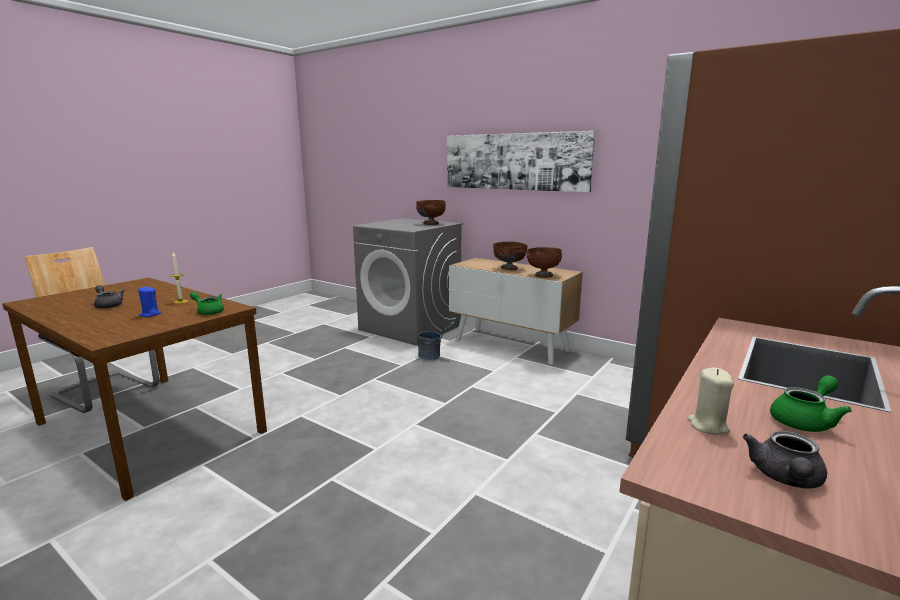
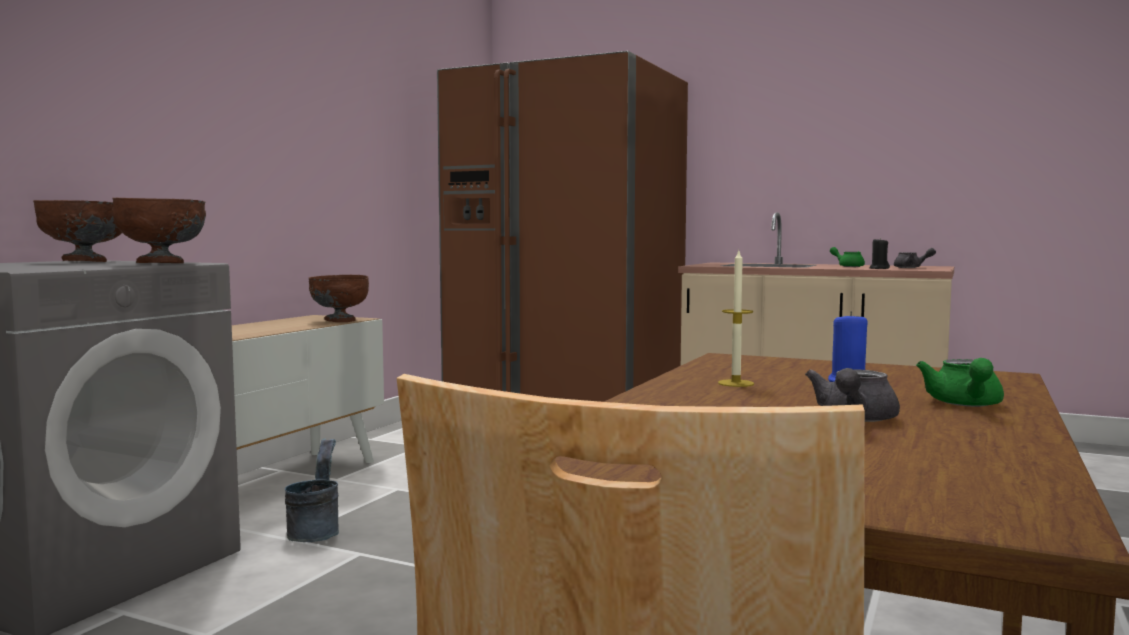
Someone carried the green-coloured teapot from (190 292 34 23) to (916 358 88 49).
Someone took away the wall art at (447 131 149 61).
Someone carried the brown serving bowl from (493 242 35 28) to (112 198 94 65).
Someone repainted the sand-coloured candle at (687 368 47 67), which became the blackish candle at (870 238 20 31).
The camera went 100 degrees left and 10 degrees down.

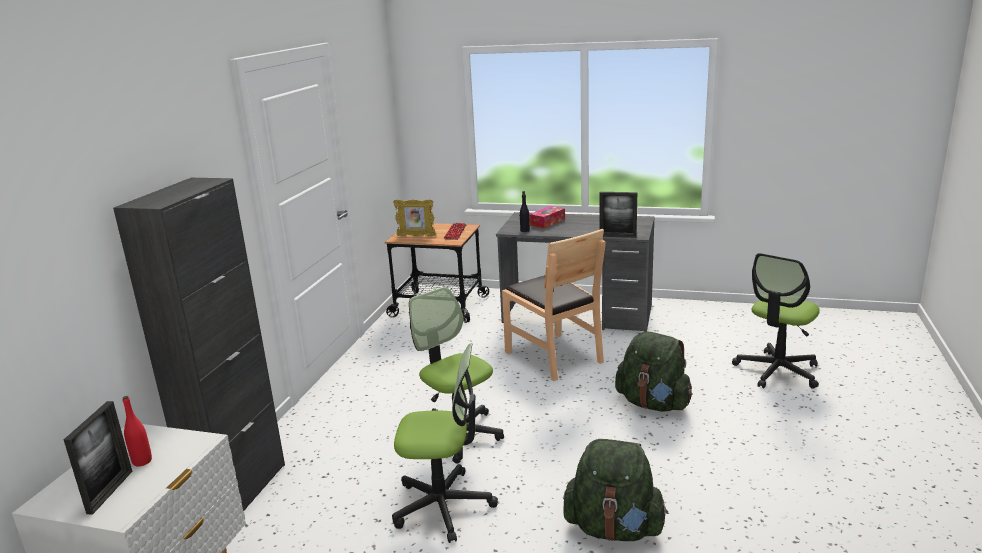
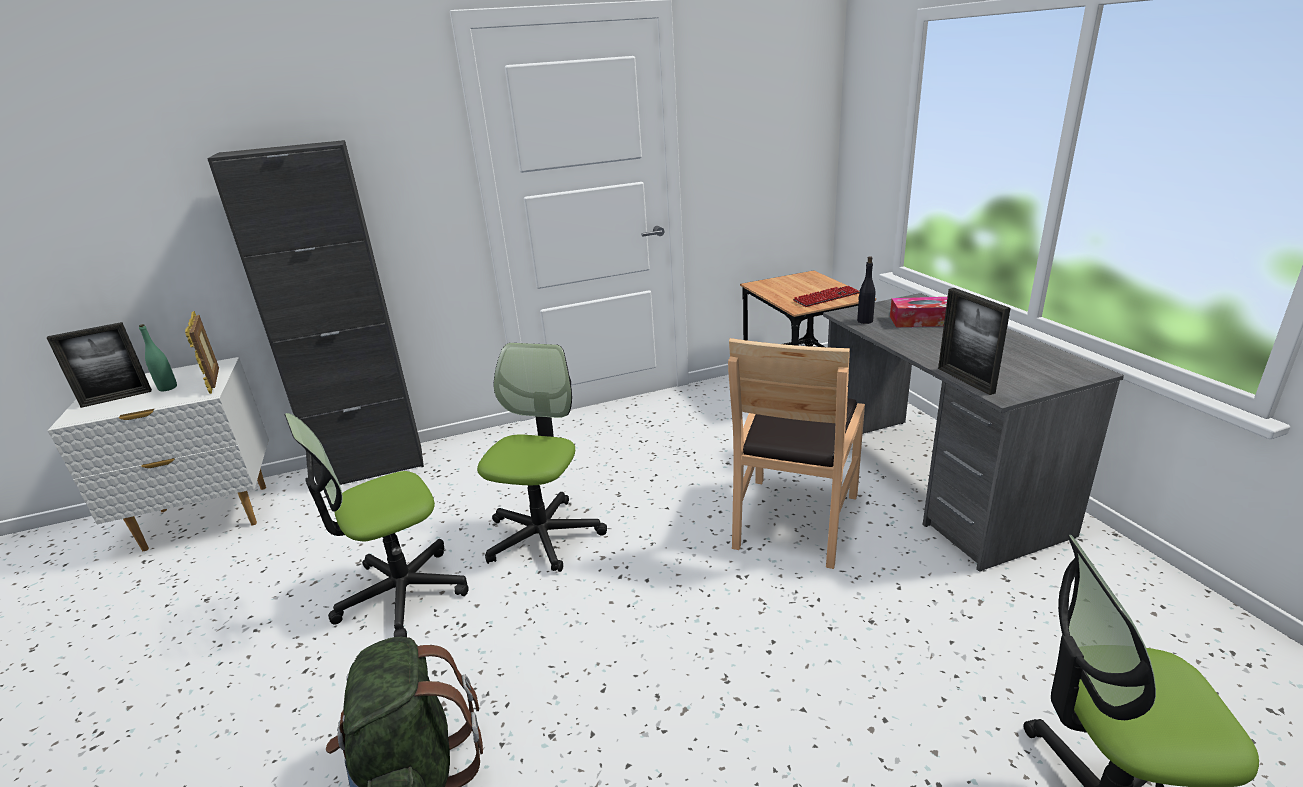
Someone repainted the reddish bottle at (123 396 29 70), which became the green-coloured bottle at (139 324 38 67).
Someone rotated the desk chair at (392 343 106 200) by 90 degrees clockwise.
Someone carried the standing frame from (393 200 43 36) to (185 311 34 83).
Someone took away the green-coloured backpack at (615 332 78 80).
The camera went 55 degrees right and 5 degrees up.

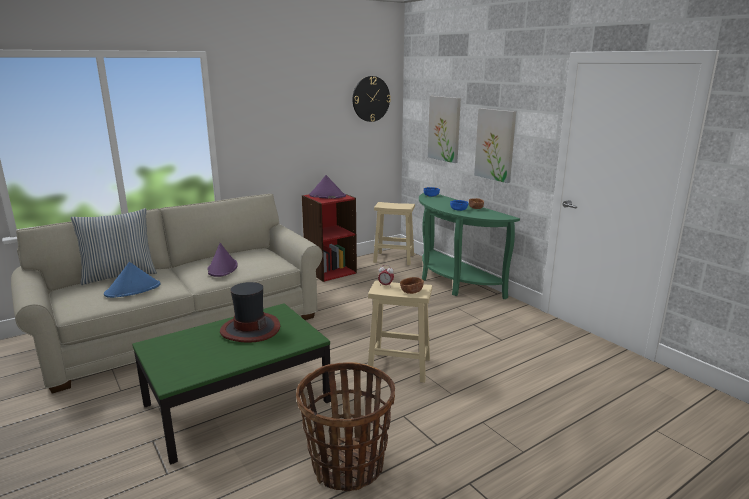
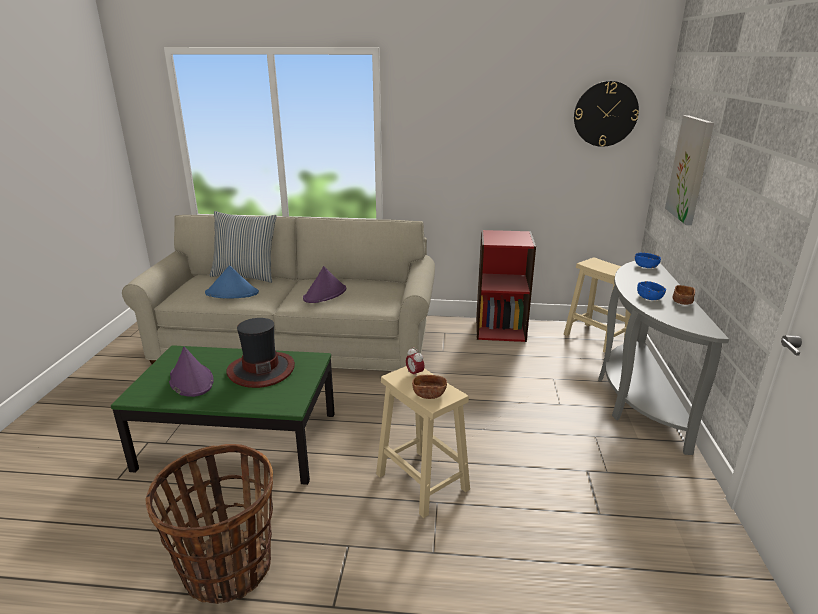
Someone carried the purplish hat from (309 175 37 23) to (169 347 45 50).
Someone repainted the green-coloured console table at (419 193 101 106), which became the gray console table at (598 261 131 194).
Someone took away the wall art at (474 108 42 75).
The camera went 40 degrees right and 5 degrees up.

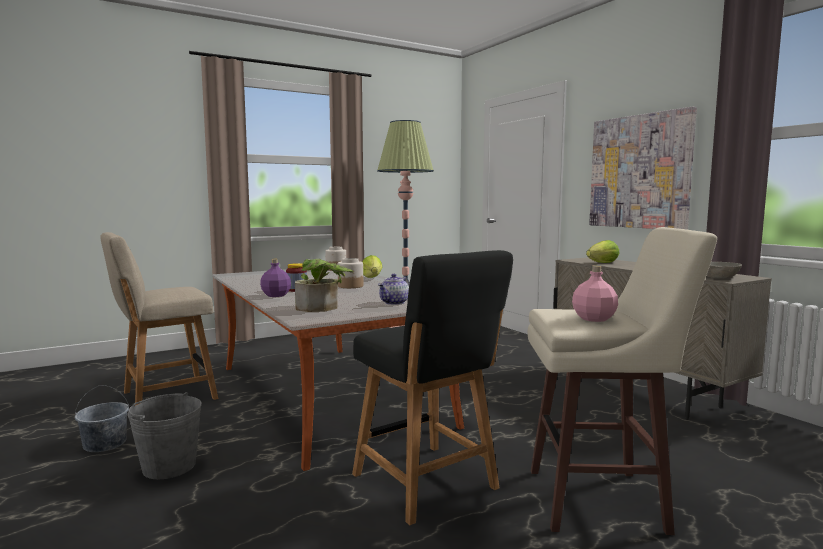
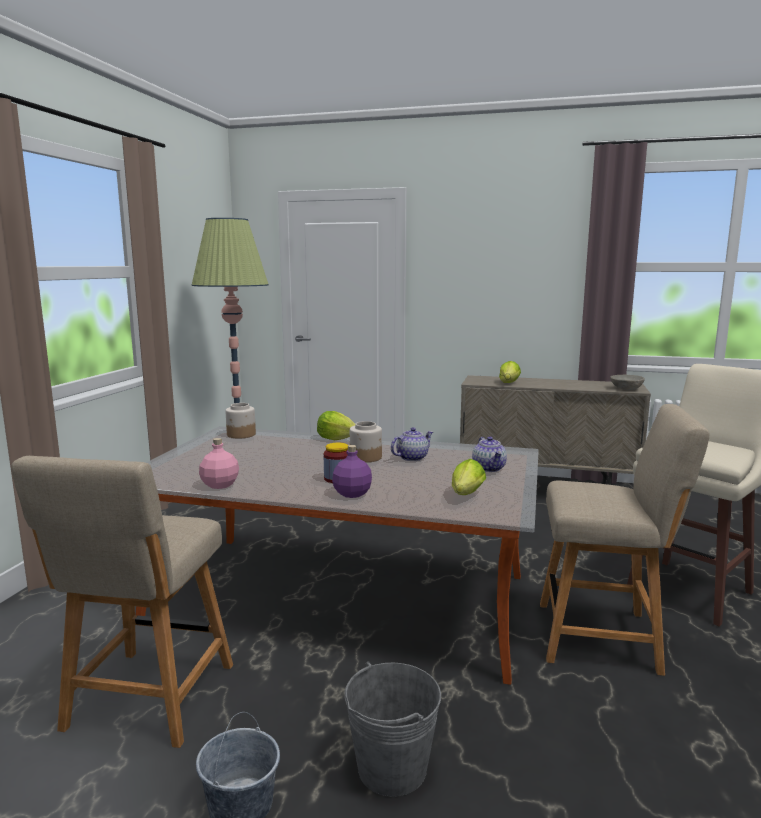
Someone swapped the potted plant at (295 259 59 53) for the lettuce head at (452 459 34 36).
Someone repainted the blackish upright chair at (352 250 161 275), which became the sand-coloured upright chair at (540 404 170 272).
Someone carried the pink-coloured bottle from (572 265 46 57) to (199 438 40 51).
Someone took away the wall art at (589 106 108 124).
Someone put down the teapot at (391 427 42 34).
The camera went 45 degrees left and 5 degrees up.

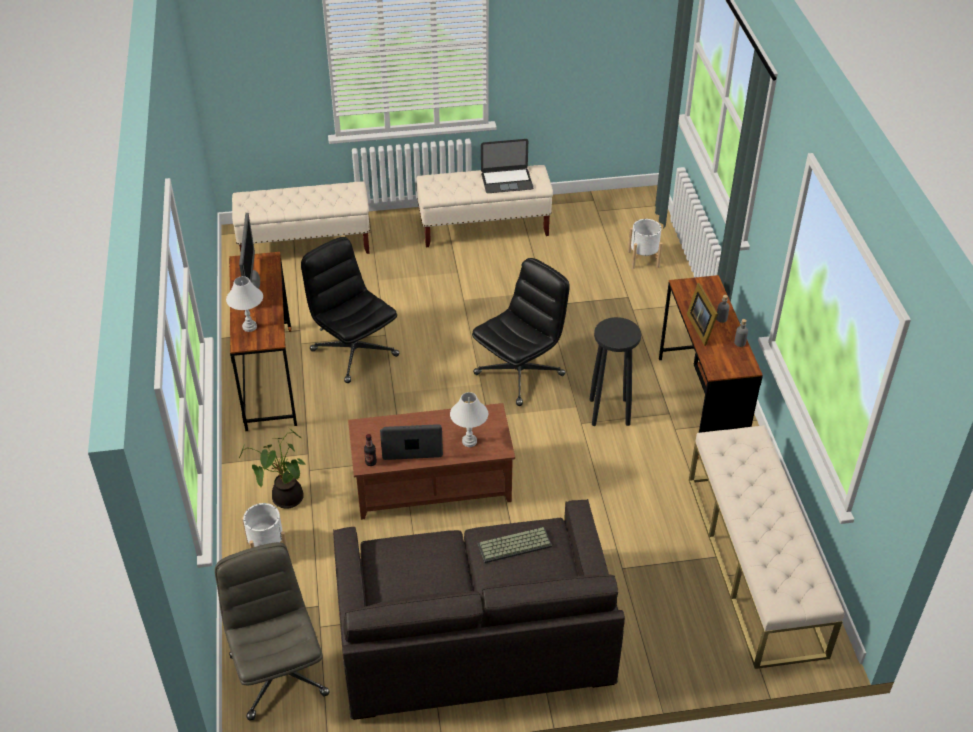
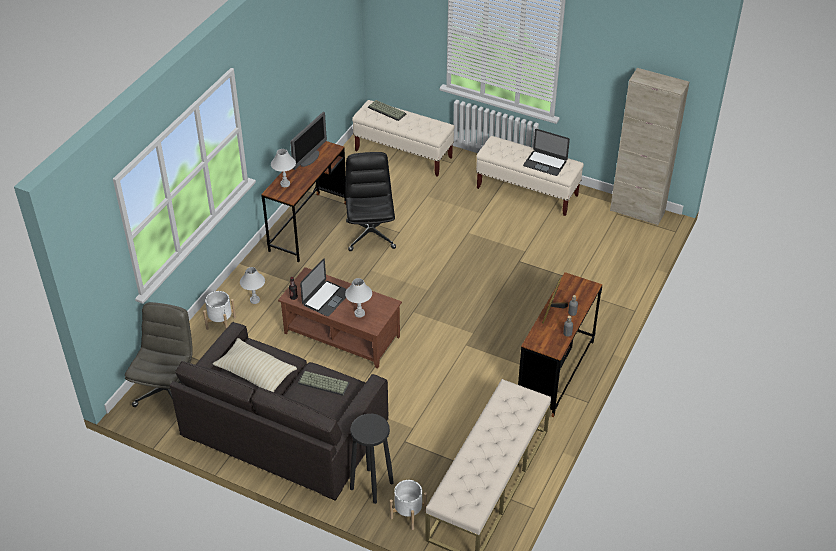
Someone swapped the potted plant at (239 428 67 81) for the white-coloured lamp for a table at (240 267 25 37).
Someone rotated the laptop at (380 424 63 36) by 90 degrees clockwise.
Someone took away the blackish desk chair at (472 258 98 148).
Someone carried the blackish stool from (589 317 52 109) to (350 414 44 90).
Someone carried the white-coloured planter from (628 219 35 50) to (390 480 37 50).
Someone put down the sand-coloured cushion at (213 338 84 54).
Someone put down the computer keyboard at (368 100 38 21).
Someone put down the sand-coloured storage cabinet at (610 68 79 158).
The camera went 35 degrees right and 0 degrees up.

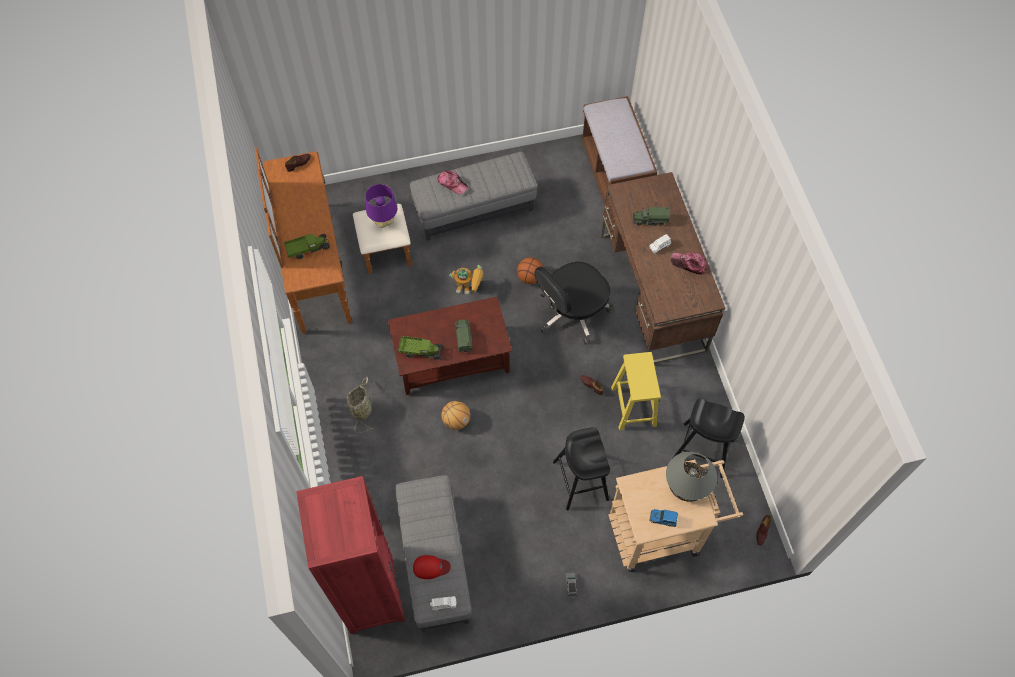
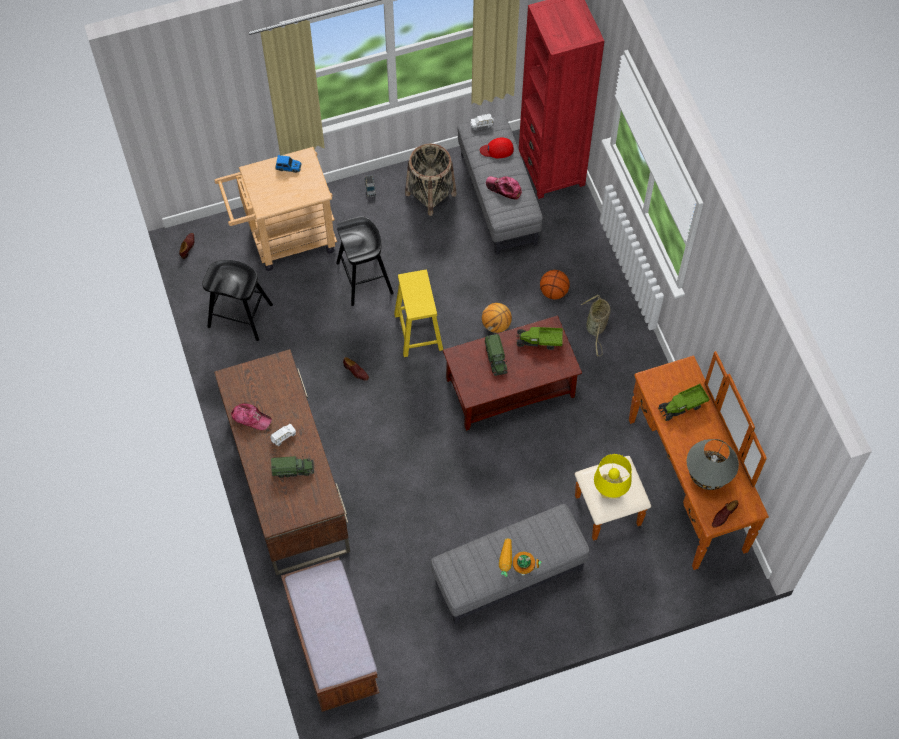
Someone repainted the purplish lamp for a table at (365 184 32 44), which became the yellow-coloured lamp for a table at (594 454 38 45).
Someone carried the baseball cap from (437 171 31 23) to (486 176 36 24).
Someone carried the robot figure from (449 265 34 30) to (499 538 43 39).
Someone carried the ball for basketball from (517 257 26 27) to (540 270 30 29).
Someone took away the blackish desk chair at (534 262 79 83).
Someone carried the yellow-coloured stool from (611 352 50 79) to (394 270 49 87).
Someone carried the gray lamp for a table from (666 452 51 50) to (687 439 52 51).
Someone put down the household basket at (405 144 52 72).
The camera went 175 degrees right and 0 degrees up.

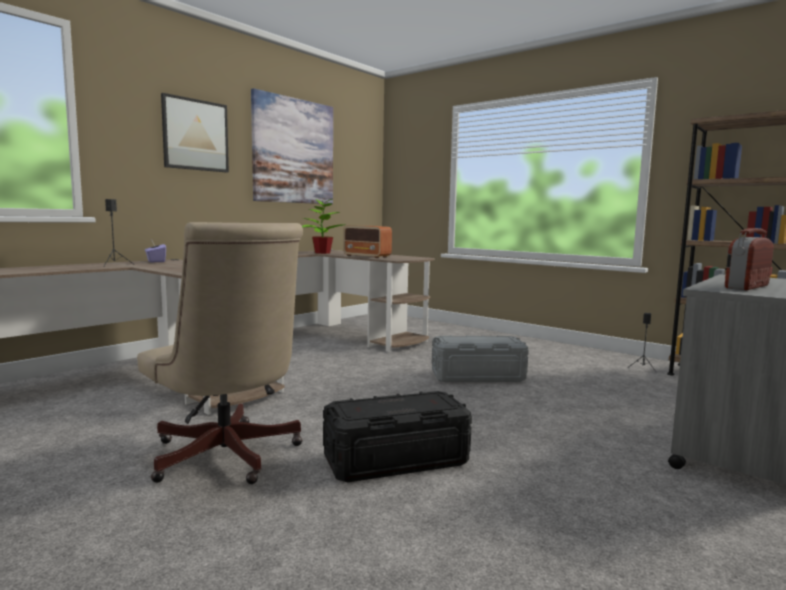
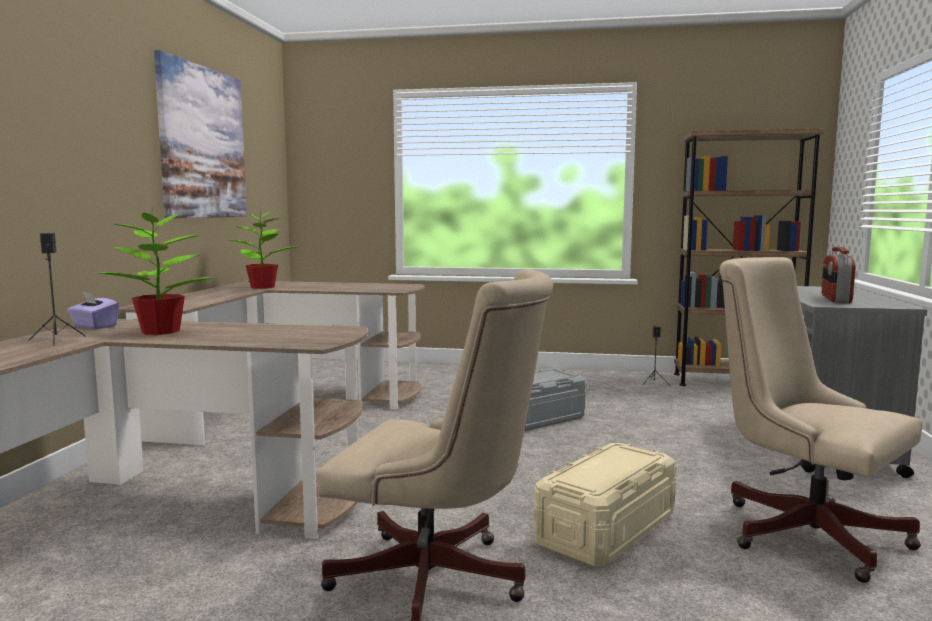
Someone took away the wall art at (161 93 68 80).
Someone repainted the blackish storage container at (323 391 149 91), which became the sand-coloured storage container at (534 443 142 124).
Someone took away the radio at (343 226 49 32).
Someone put down the potted plant at (98 207 114 128).
Someone put down the sand-coloured desk chair at (719 257 204 326).
The camera went 30 degrees left and 0 degrees up.

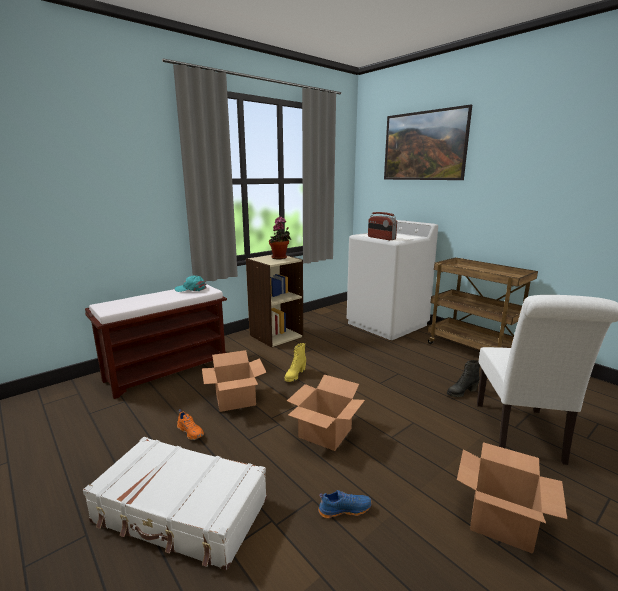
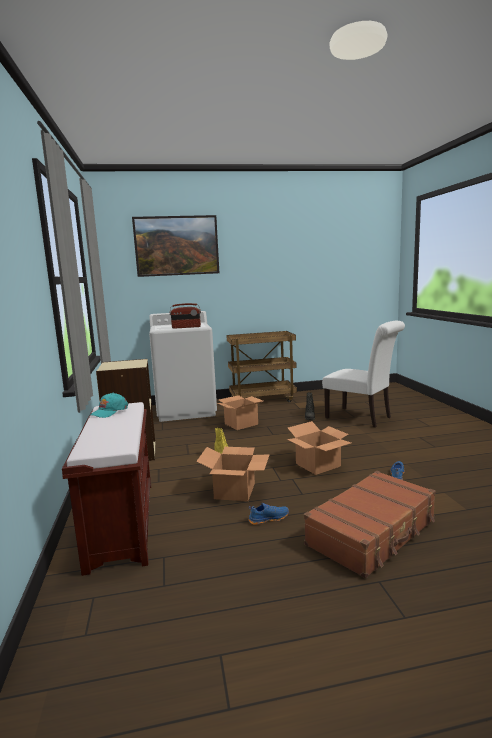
Someone repainted the white-coloured piece of luggage at (83 437 184 133), which became the brown piece of luggage at (304 471 132 107).
Someone repainted the orangey shoe at (177 409 27 31), which became the blue shoe at (248 503 41 22).
Someone took away the potted plant at (269 216 22 43).
Someone carried the carton from (457 442 110 112) to (218 395 45 35).
The camera went 60 degrees left and 5 degrees down.

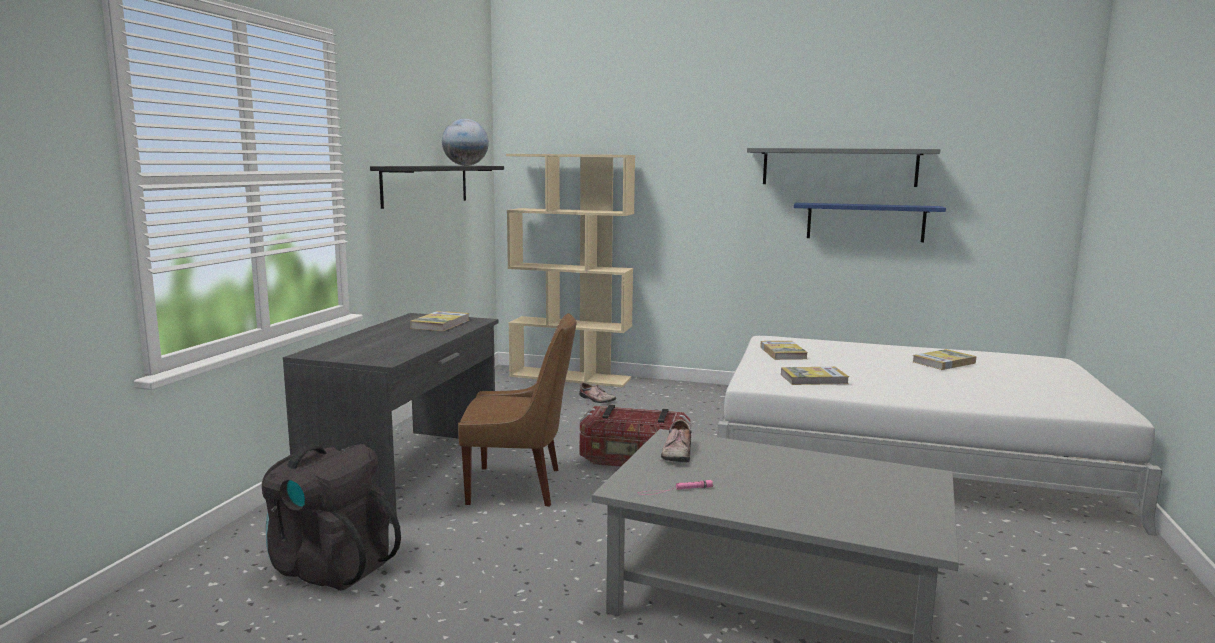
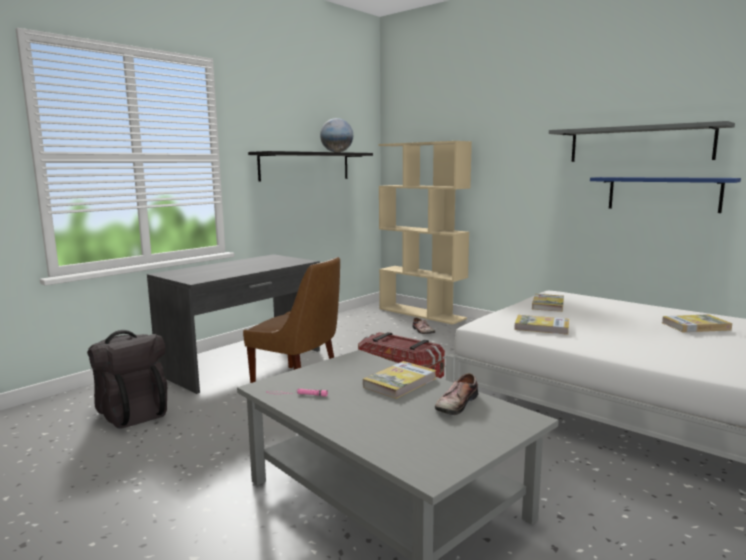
Someone carried the book from (410 311 59 20) to (363 361 74 38).
Someone carried the shoe from (661 420 30 42) to (435 373 44 42).
The camera went 25 degrees right and 0 degrees up.

